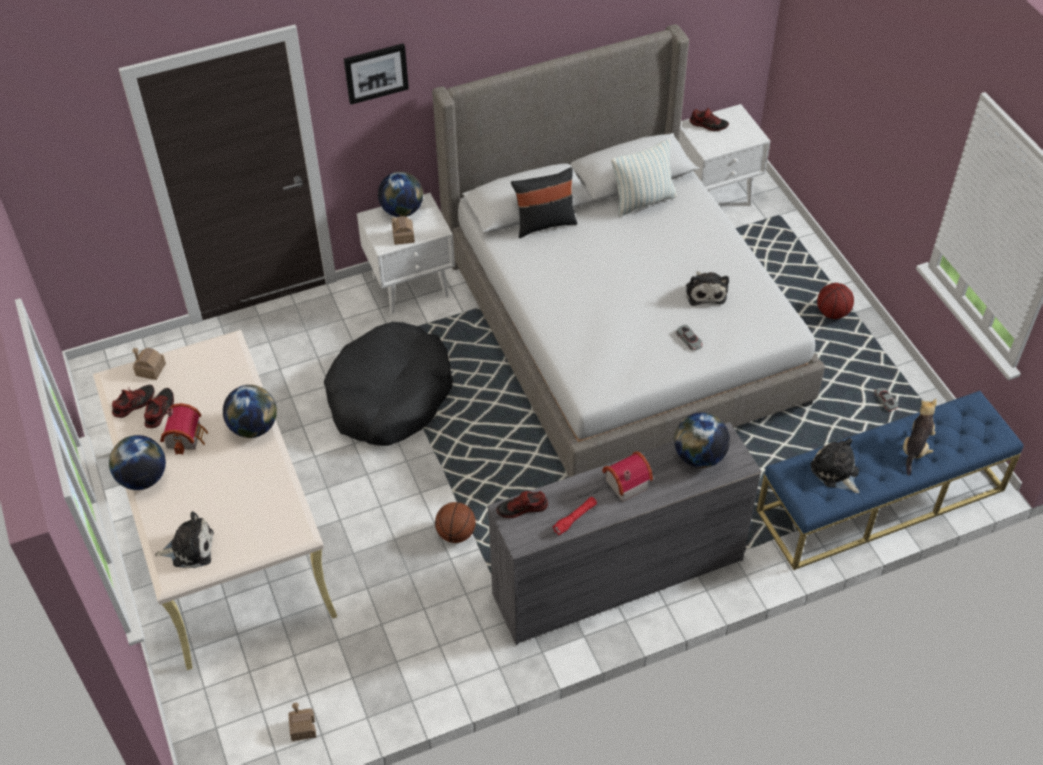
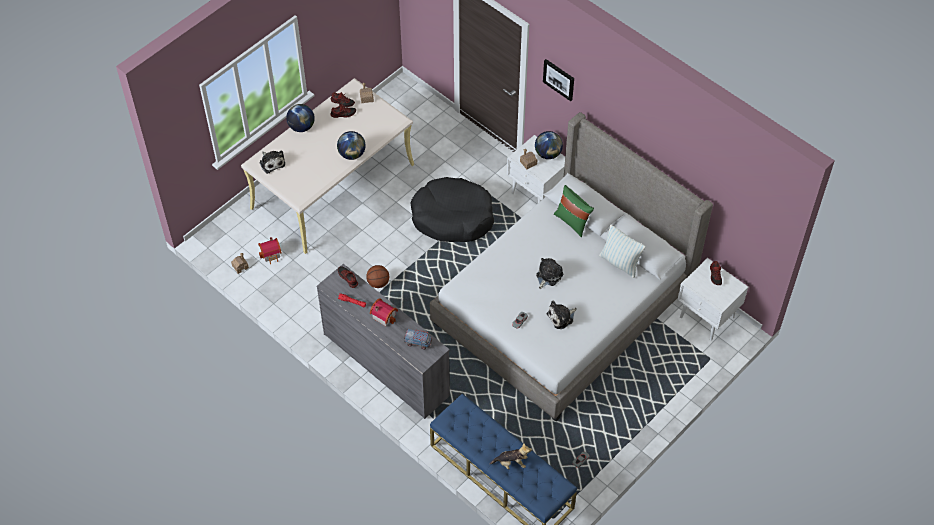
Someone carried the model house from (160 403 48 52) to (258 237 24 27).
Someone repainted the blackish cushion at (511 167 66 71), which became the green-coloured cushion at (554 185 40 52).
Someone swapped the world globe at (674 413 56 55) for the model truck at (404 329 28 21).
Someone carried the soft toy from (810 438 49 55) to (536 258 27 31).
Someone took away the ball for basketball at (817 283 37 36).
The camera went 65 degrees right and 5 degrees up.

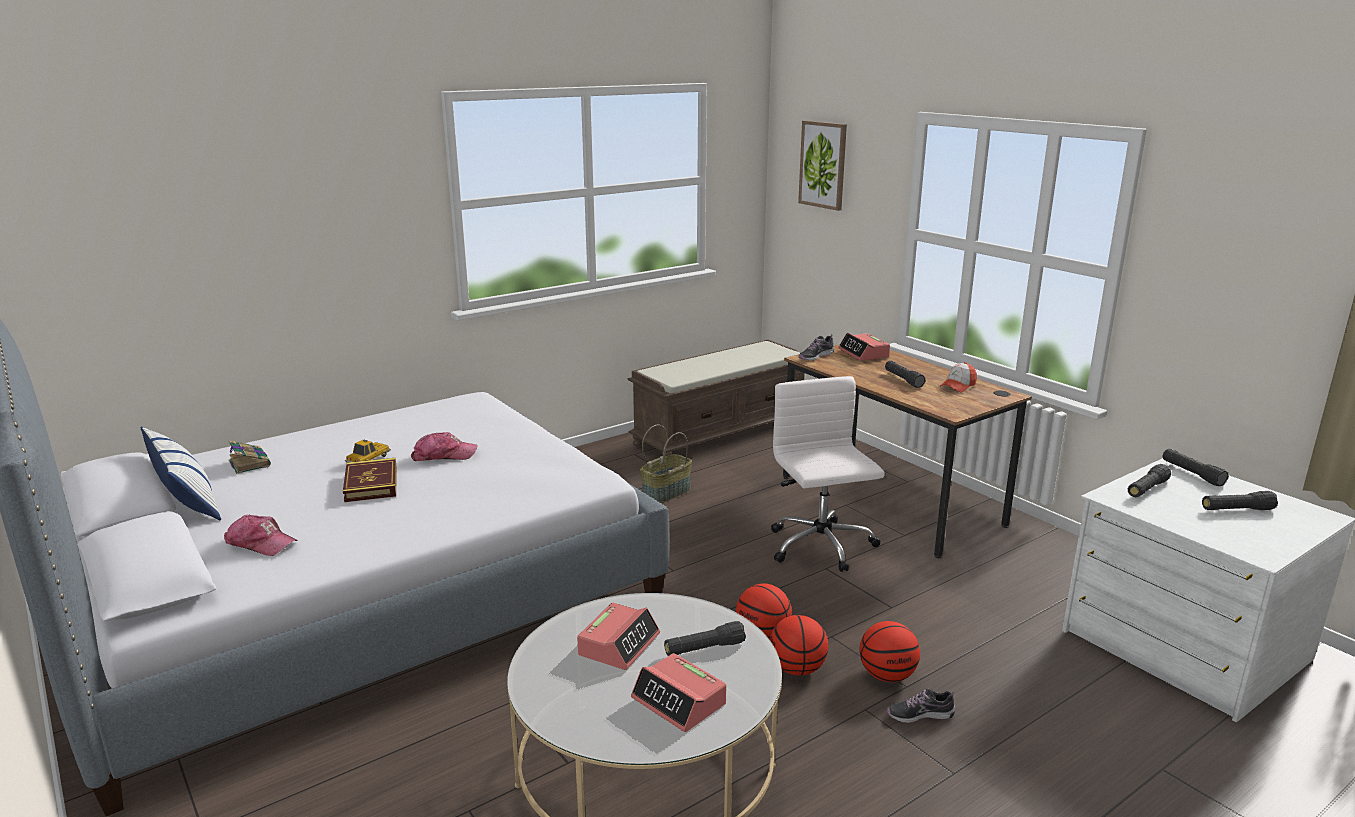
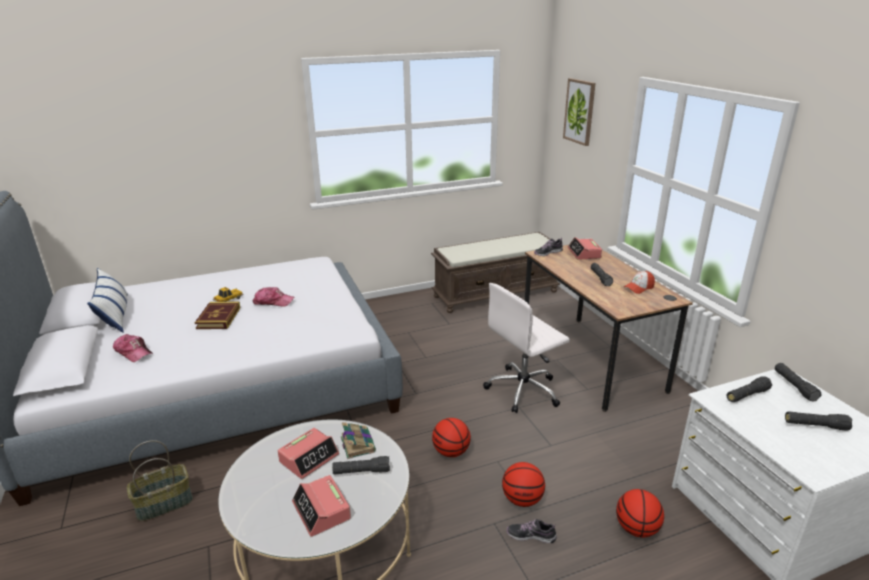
Someone carried the book from (228 440 43 34) to (341 422 35 37).
Someone carried the household basket from (640 424 52 79) to (127 440 66 82).
Someone carried the ball for basketball from (770 615 58 61) to (616 489 48 49).
Someone rotated the white-coloured desk chair at (771 376 114 196) by 120 degrees counterclockwise.
The camera went 15 degrees right and 5 degrees up.

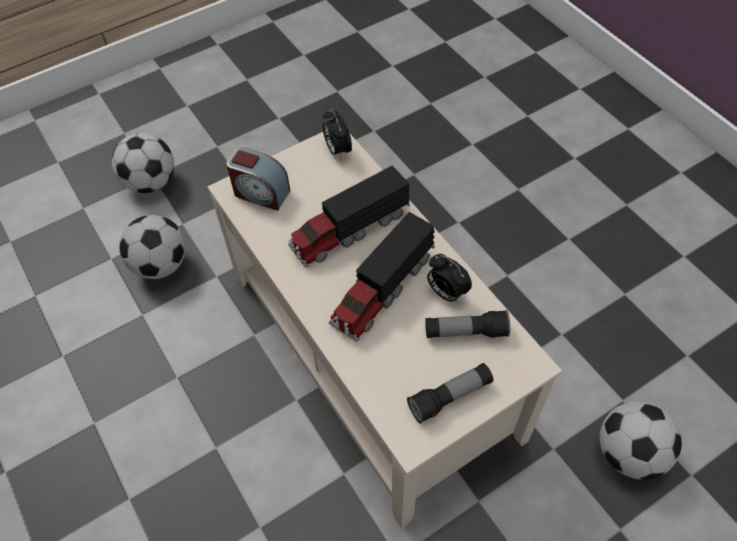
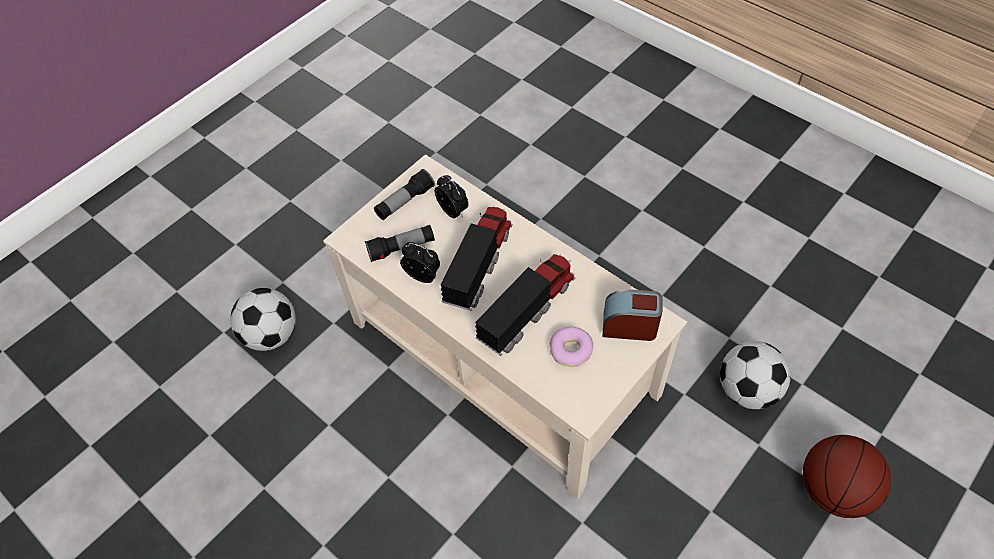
Someone swapped the ball for football at (112 133 62 60) for the ball for basketball at (803 435 88 83).
Someone carried the bedside clock from (322 109 30 49) to (435 175 34 43).
Someone put down the ring doughnut at (549 327 44 40).
The camera went 165 degrees right and 0 degrees up.

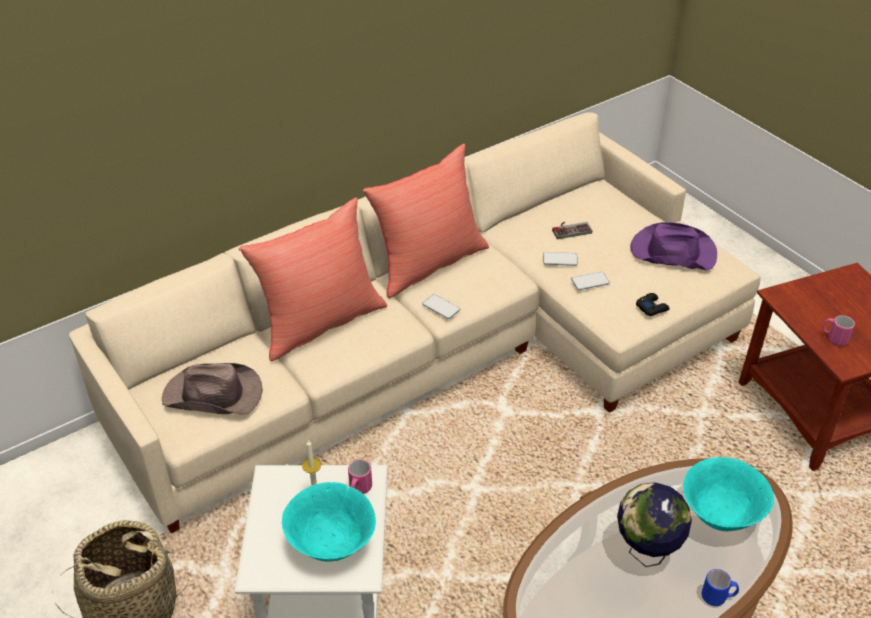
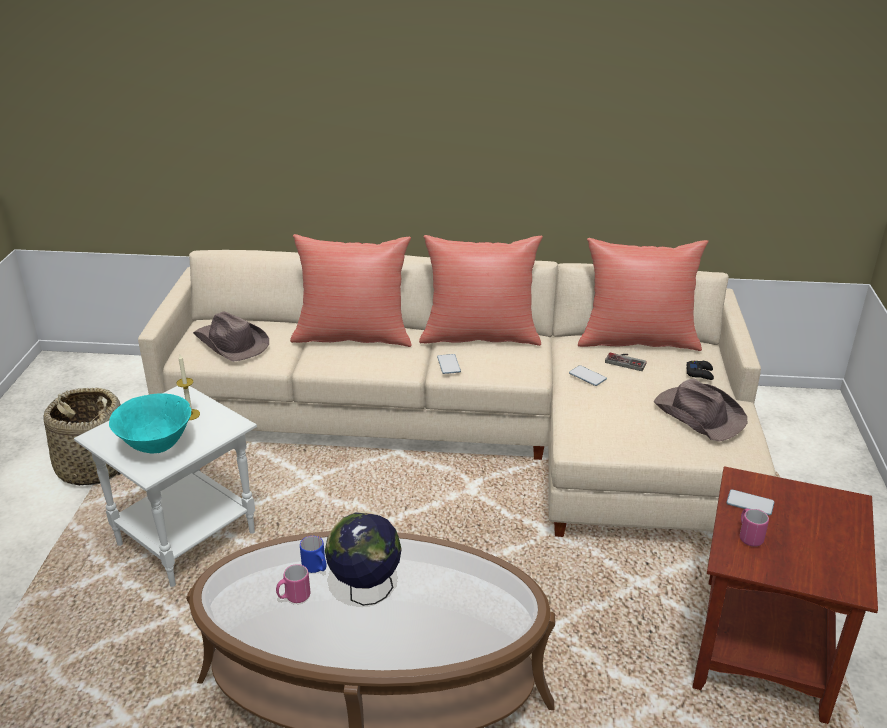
Someone carried the pink-coloured tea mug from (348 459 24 35) to (276 564 34 39).
Someone carried the telephone from (571 272 39 18) to (726 489 48 27).
Someone repainted the purplish hat at (630 222 87 49), which became the brown hat at (654 378 94 64).
Someone carried the blackish joypad from (636 293 34 23) to (686 360 28 20).
Someone took away the turquoise serving bowl at (683 457 91 74).
Someone carried the blue tea mug from (702 569 37 37) to (300 536 27 37).
Someone put down the reddish cushion at (578 238 130 113).
The camera went 40 degrees right and 10 degrees down.

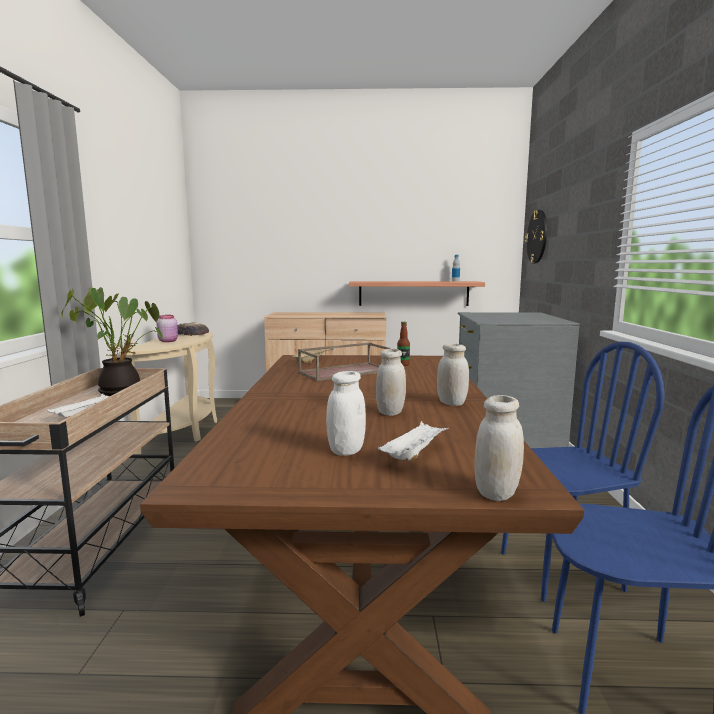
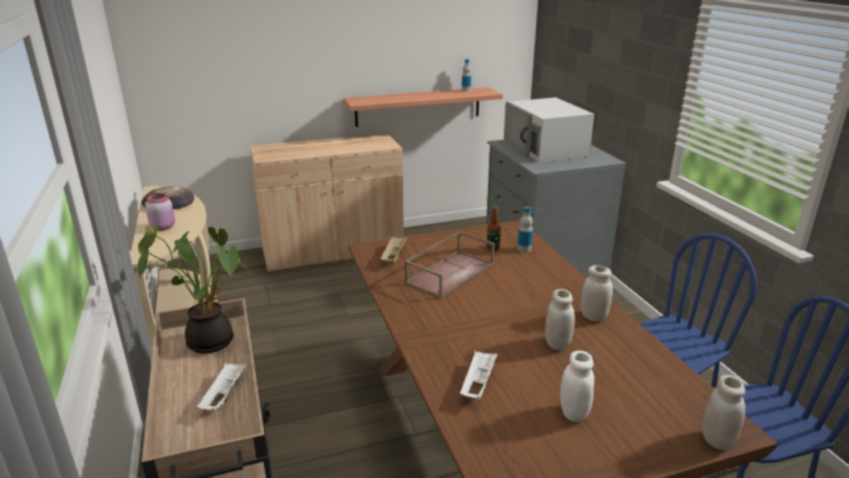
Someone carried the white-coloured tray from (378 421 70 40) to (460 351 38 48).
Someone took away the clock on the wall at (525 210 22 53).
Someone put down the white-coloured microwave at (503 97 91 66).
Someone put down the bottle at (517 206 16 47).
The camera went 20 degrees left and 15 degrees up.

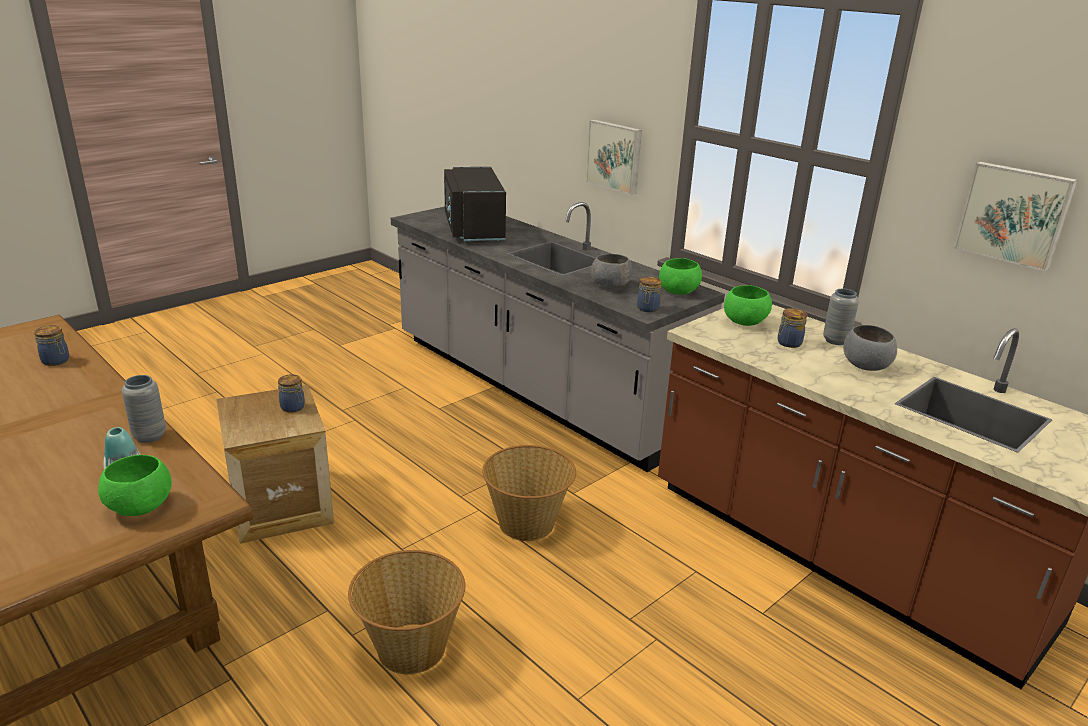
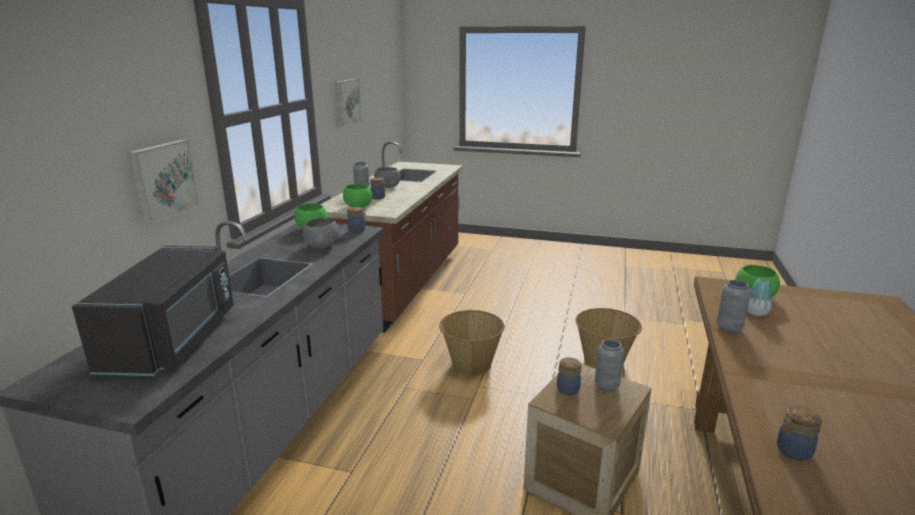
Someone rotated the blackish microwave at (444 167 62 75) by 45 degrees counterclockwise.
Someone put down the gray flower vase at (595 339 29 53).
The camera went 120 degrees left and 5 degrees down.

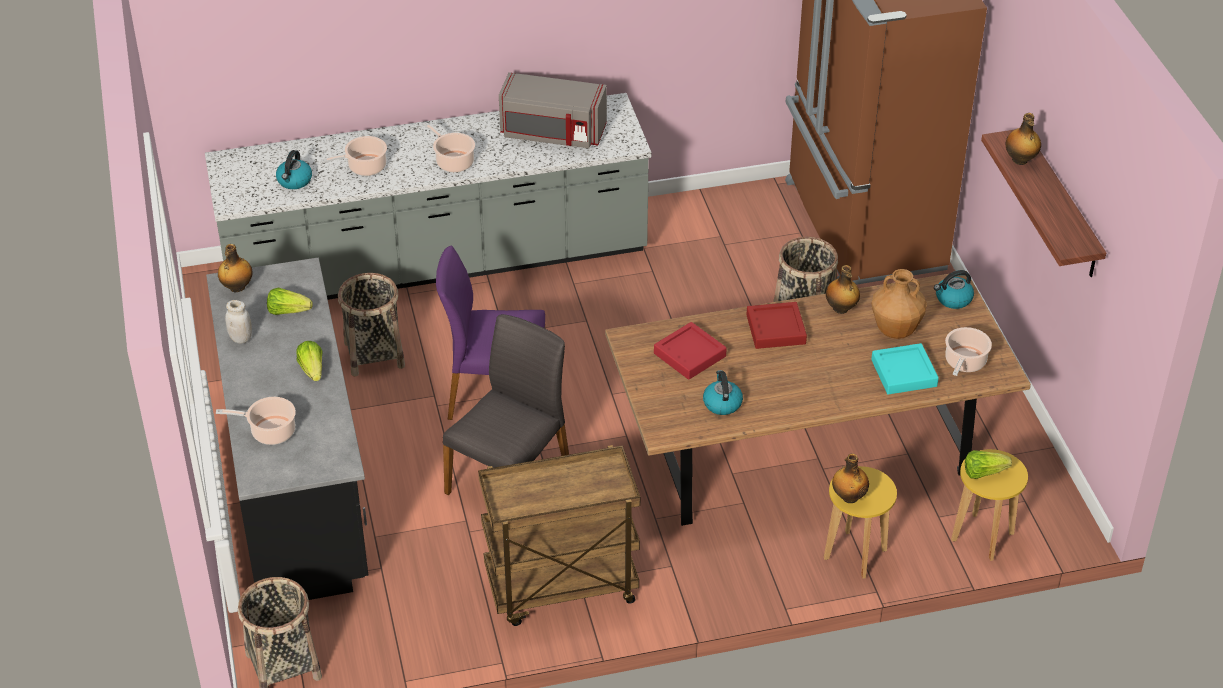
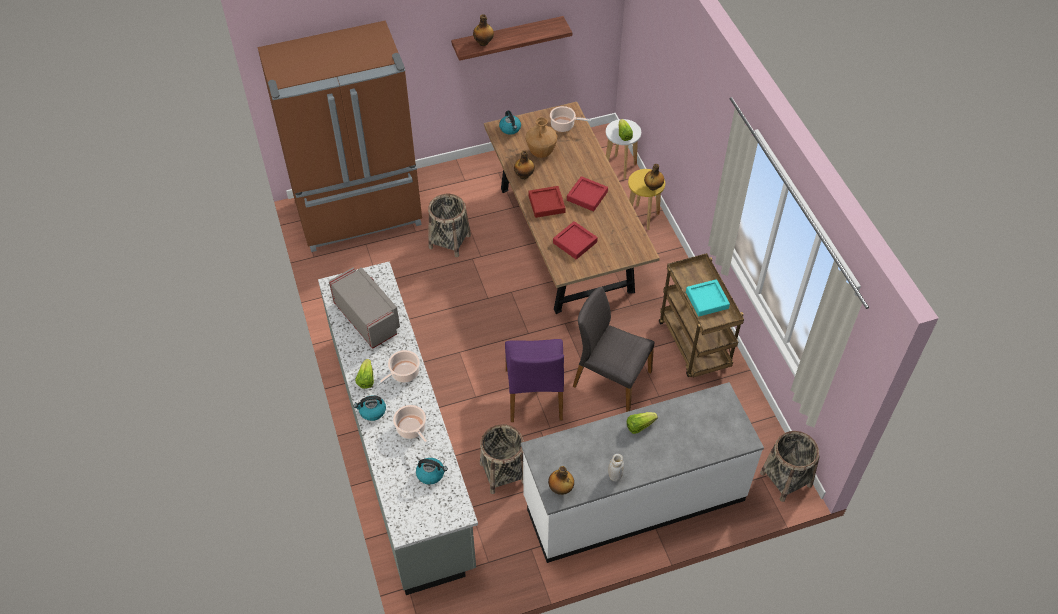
Someone repainted the blackish counter at (206 258 162 342), which became the white-coloured counter at (521 382 243 181).
Someone took away the cooking pot at (216 397 80 48).
Someone carried the lettuce head from (267 288 46 27) to (355 359 19 30).
Someone rotated the gray microwave at (499 72 108 76) by 45 degrees counterclockwise.
Someone carried the kettle from (703 370 40 45) to (353 395 33 26).
Someone carried the turquoise tray from (871 343 68 52) to (686 279 44 38).
Someone repainted the yellow-coloured stool at (951 449 77 112), which became the white-coloured stool at (606 119 35 60).
Someone put down the reddish tray at (567 176 41 35).
The camera went 95 degrees left and 10 degrees up.

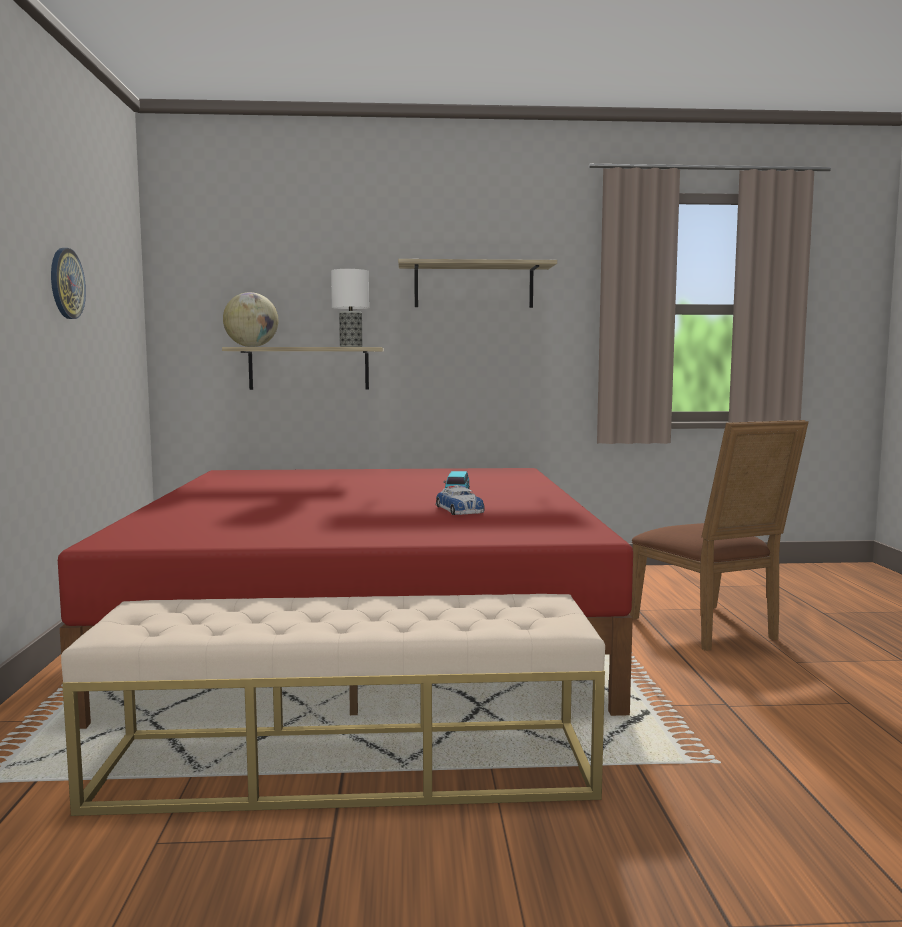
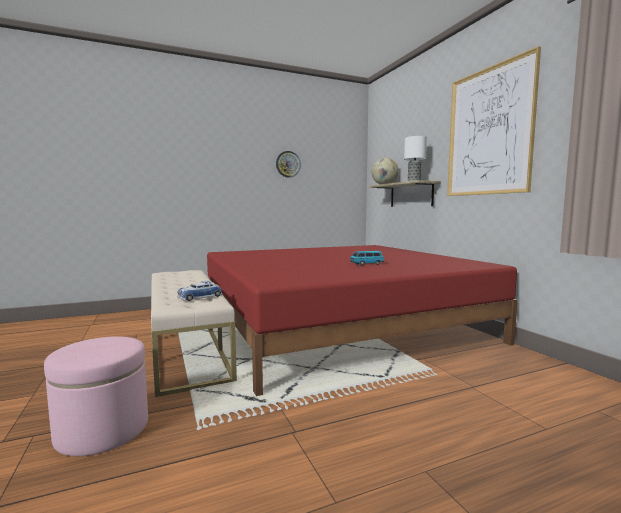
Someone swapped the wall shelf at (398 259 159 49) for the wall art at (447 46 94 150).
Someone carried the model car from (436 485 49 30) to (177 281 46 20).
Someone took away the brown upright chair at (630 420 179 231).
Someone put down the pink-coloured ottoman at (44 336 104 120).
The camera went 70 degrees right and 0 degrees up.

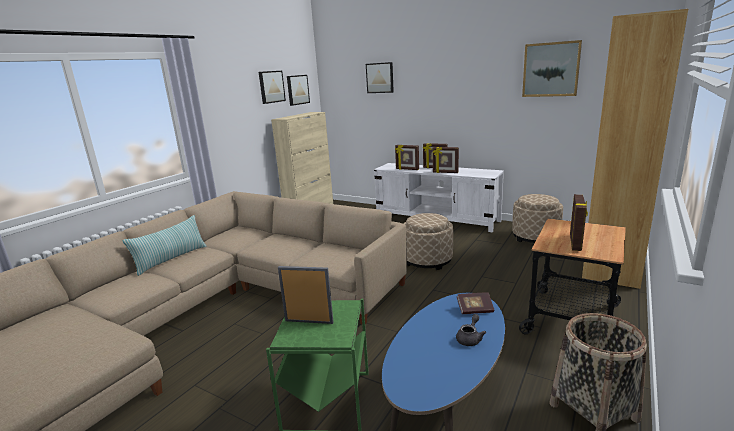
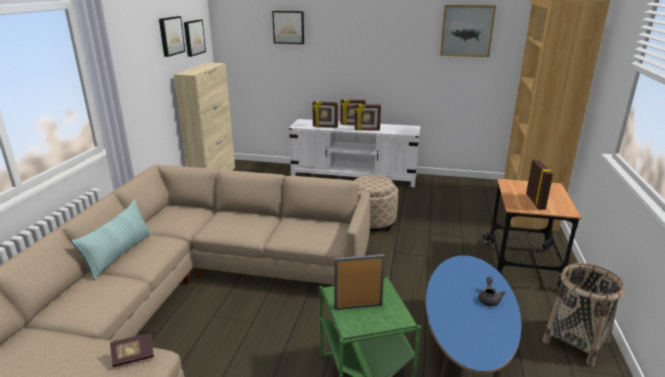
Someone carried the book from (457 292 37 22) to (110 333 44 34).
Someone took away the sand-coloured ottoman at (512 194 51 49).
The camera went 20 degrees left and 5 degrees up.

